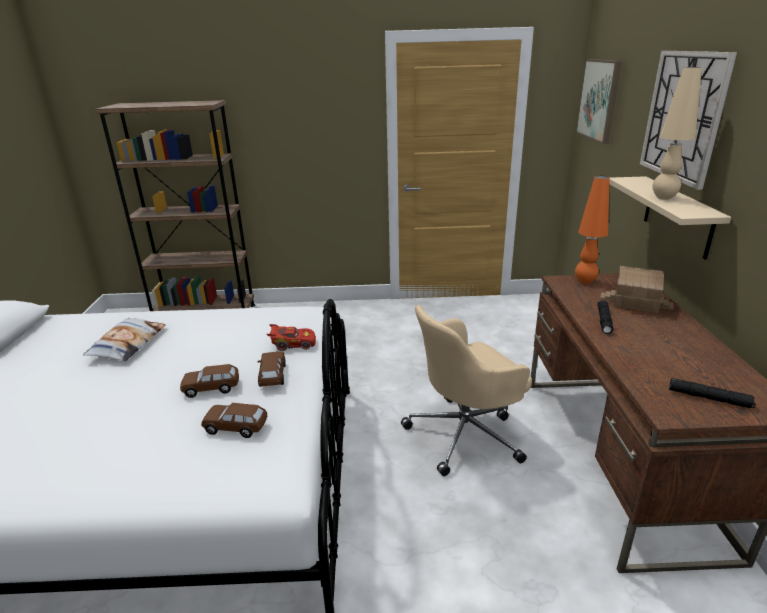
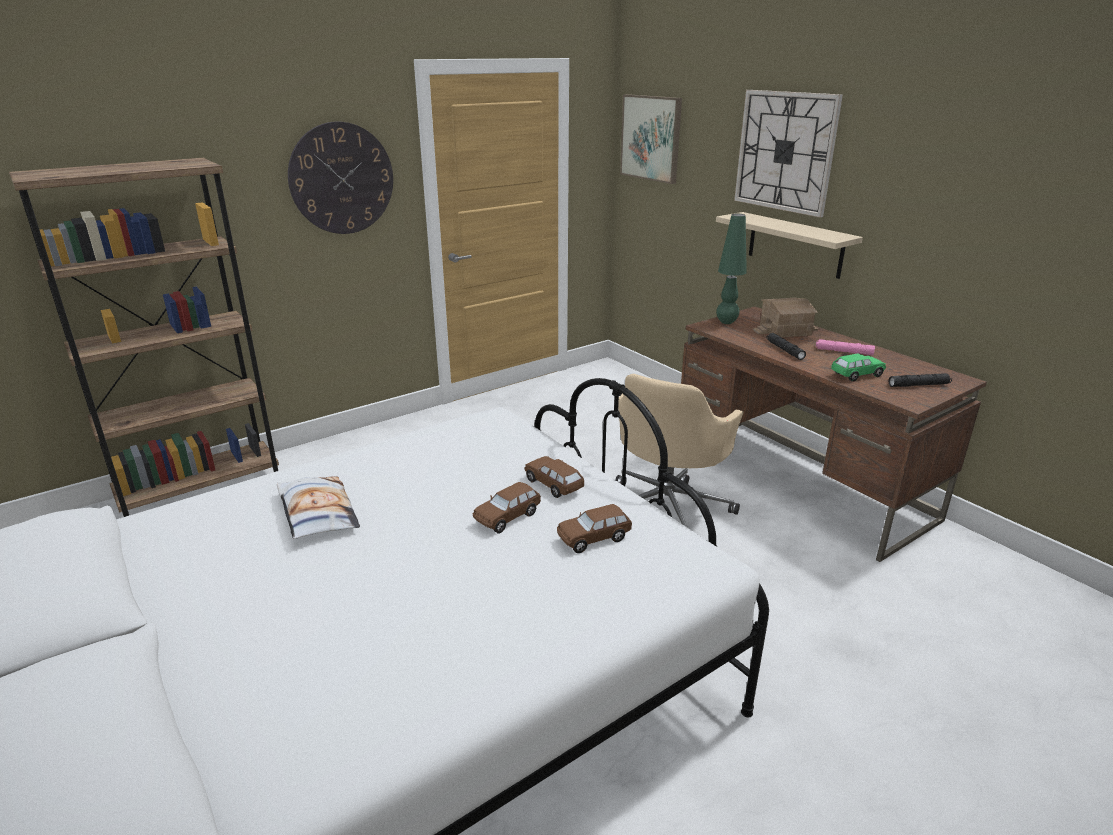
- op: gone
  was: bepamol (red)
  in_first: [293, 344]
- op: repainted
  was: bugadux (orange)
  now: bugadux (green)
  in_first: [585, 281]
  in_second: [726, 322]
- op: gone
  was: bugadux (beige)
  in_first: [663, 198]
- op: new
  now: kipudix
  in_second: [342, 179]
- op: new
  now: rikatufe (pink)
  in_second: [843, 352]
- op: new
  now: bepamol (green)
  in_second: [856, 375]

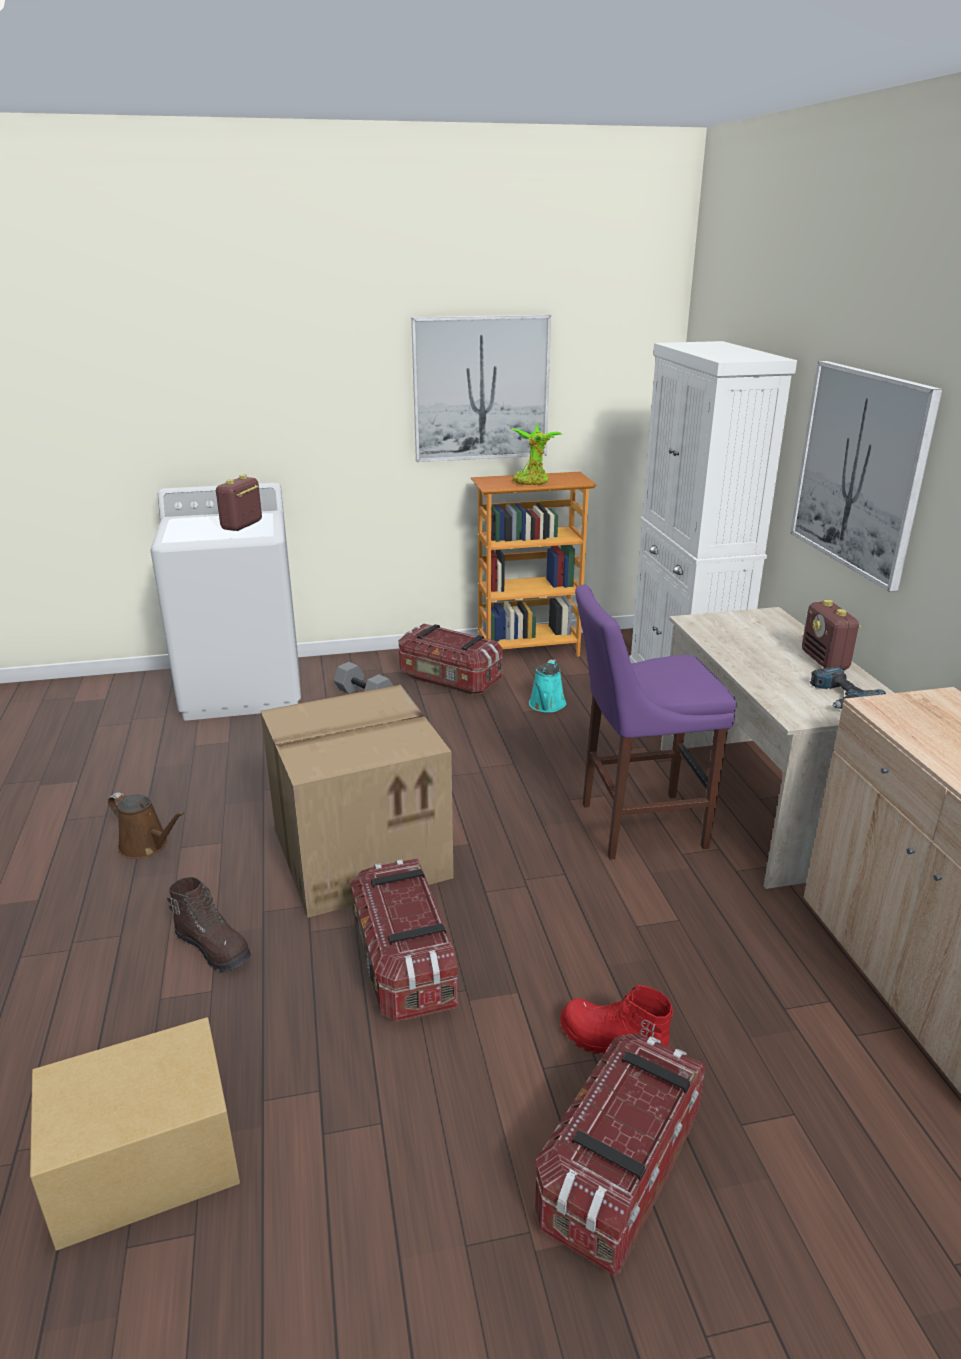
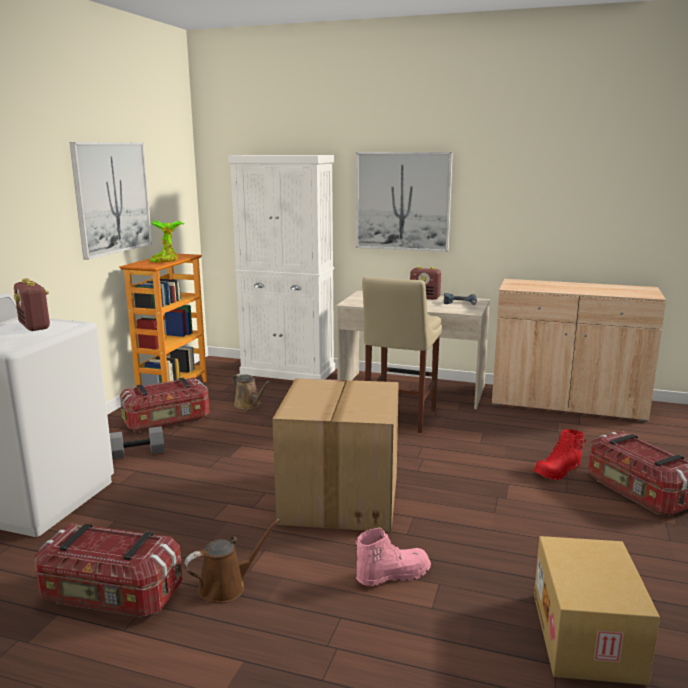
- op: repainted
  was: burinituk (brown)
  now: burinituk (pink)
  in_first: [214, 947]
  in_second: [392, 575]
- op: shifted
  was: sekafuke
  in_first: [404, 964]
  in_second: [111, 596]
- op: repainted
  was: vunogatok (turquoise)
  now: vunogatok (brown)
  in_first: [546, 705]
  in_second: [249, 405]
- op: repainted
  was: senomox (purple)
  now: senomox (beige)
  in_first: [636, 825]
  in_second: [399, 419]

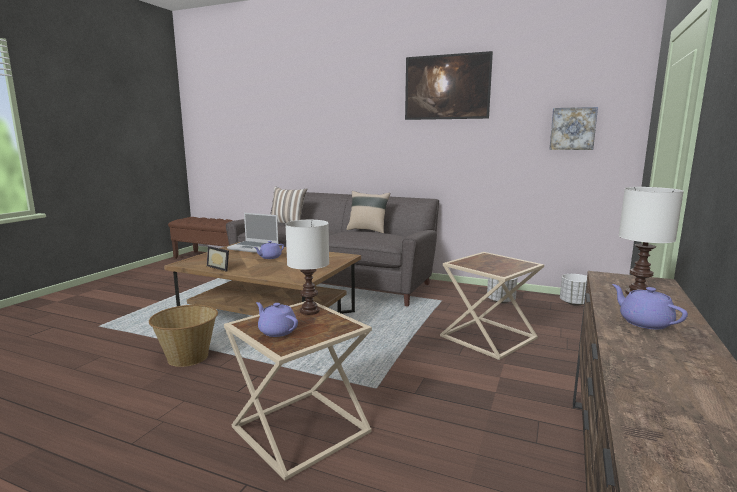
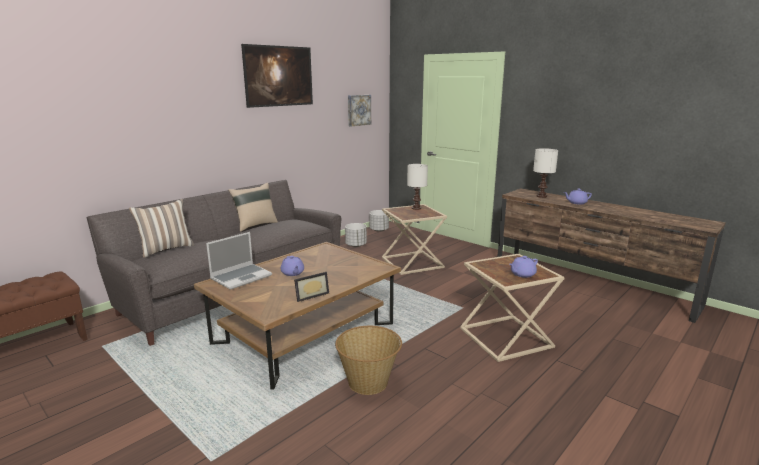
- op: shifted
  was: bugadux (white)
  in_first: [310, 311]
  in_second: [416, 208]

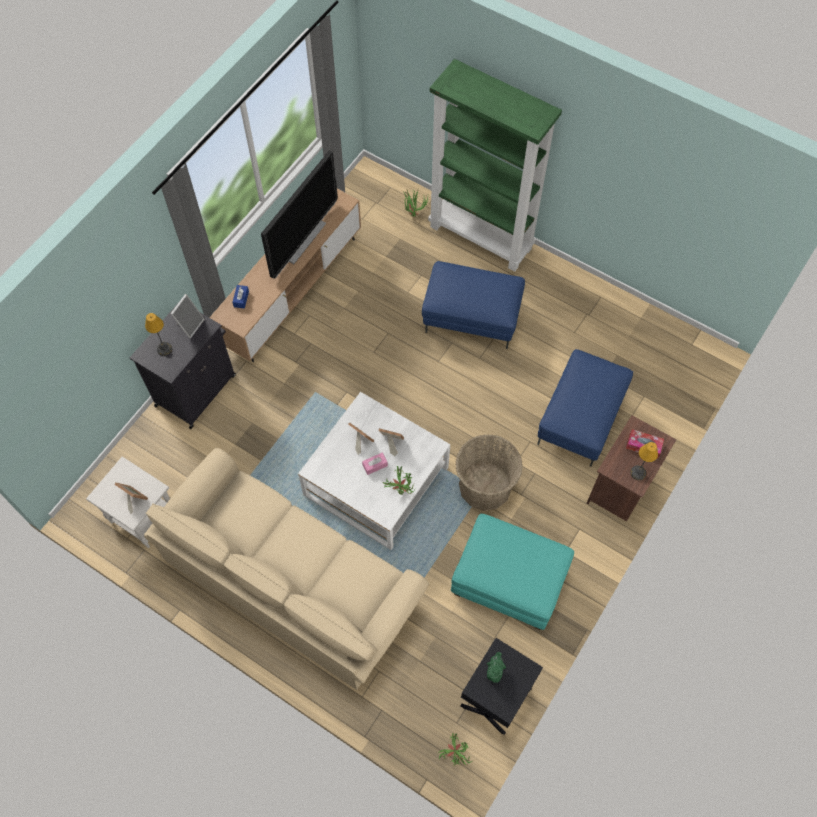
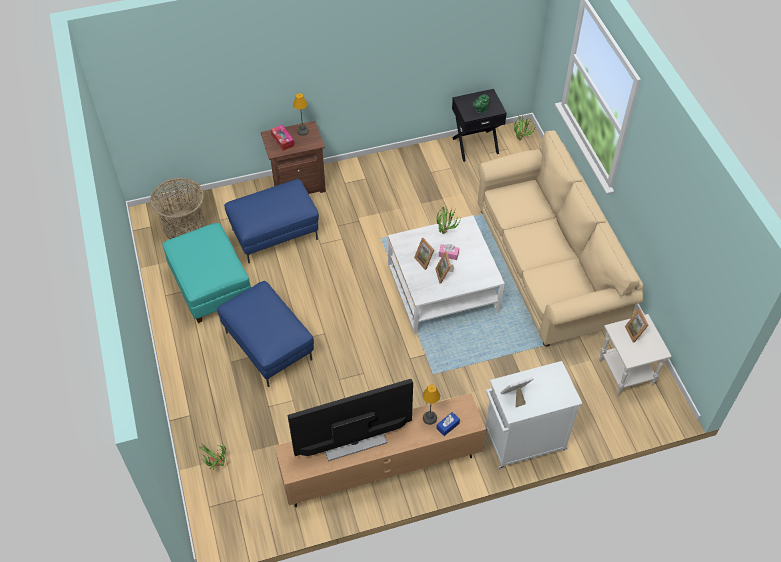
- op: repainted
  was: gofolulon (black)
  now: gofolulon (white)
  in_first: [196, 389]
  in_second: [522, 441]
- op: shifted
  was: bugadux
  in_first: [164, 349]
  in_second: [429, 418]
- op: gone
  was: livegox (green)
  in_first: [482, 237]
- op: shifted
  was: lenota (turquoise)
  in_first: [508, 582]
  in_second: [211, 286]
- op: shifted
  was: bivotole
  in_first: [485, 486]
  in_second: [184, 226]

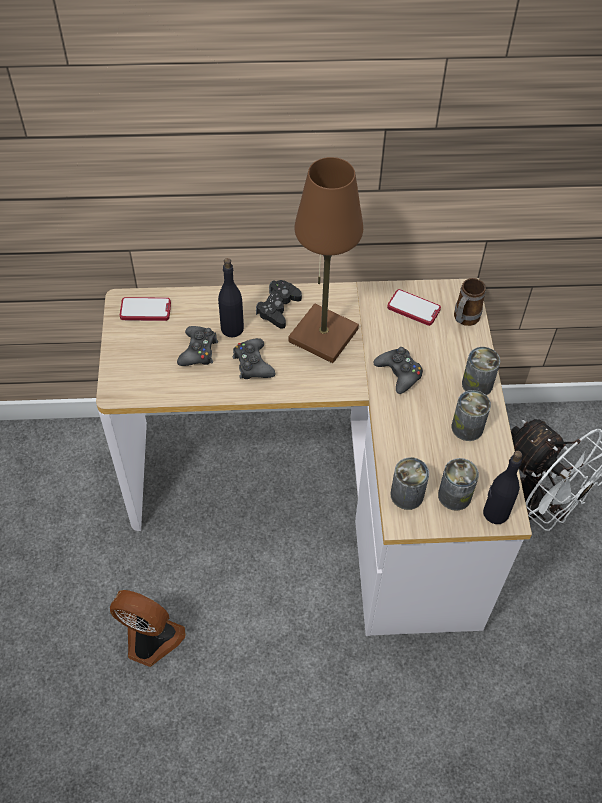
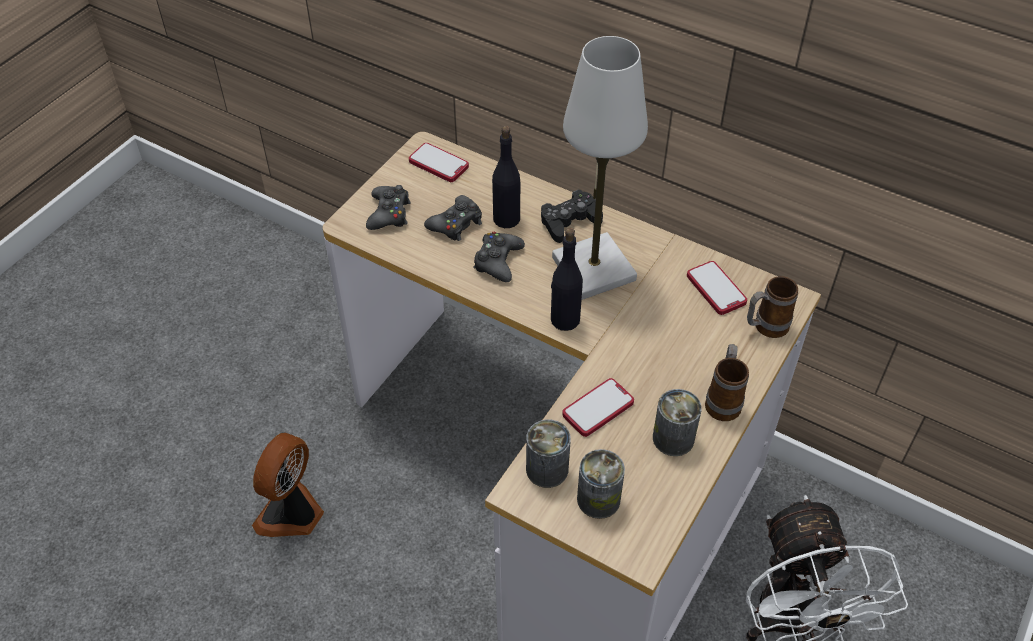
- op: rotated
  was: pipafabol
  in_first: [150, 640]
  in_second: [292, 513]
  clockwise: -120
- op: repainted
  was: bugadux (brown)
  now: bugadux (white)
  in_first: [323, 335]
  in_second: [593, 269]
- op: shifted
  was: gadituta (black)
  in_first: [399, 373]
  in_second: [389, 213]
- op: swapped
  was: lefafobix
  now: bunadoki
  in_first: [477, 384]
  in_second: [723, 400]
- op: shifted
  was: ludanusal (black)
  in_first: [495, 513]
  in_second: [564, 319]
- op: new
  now: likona
  in_second: [598, 408]

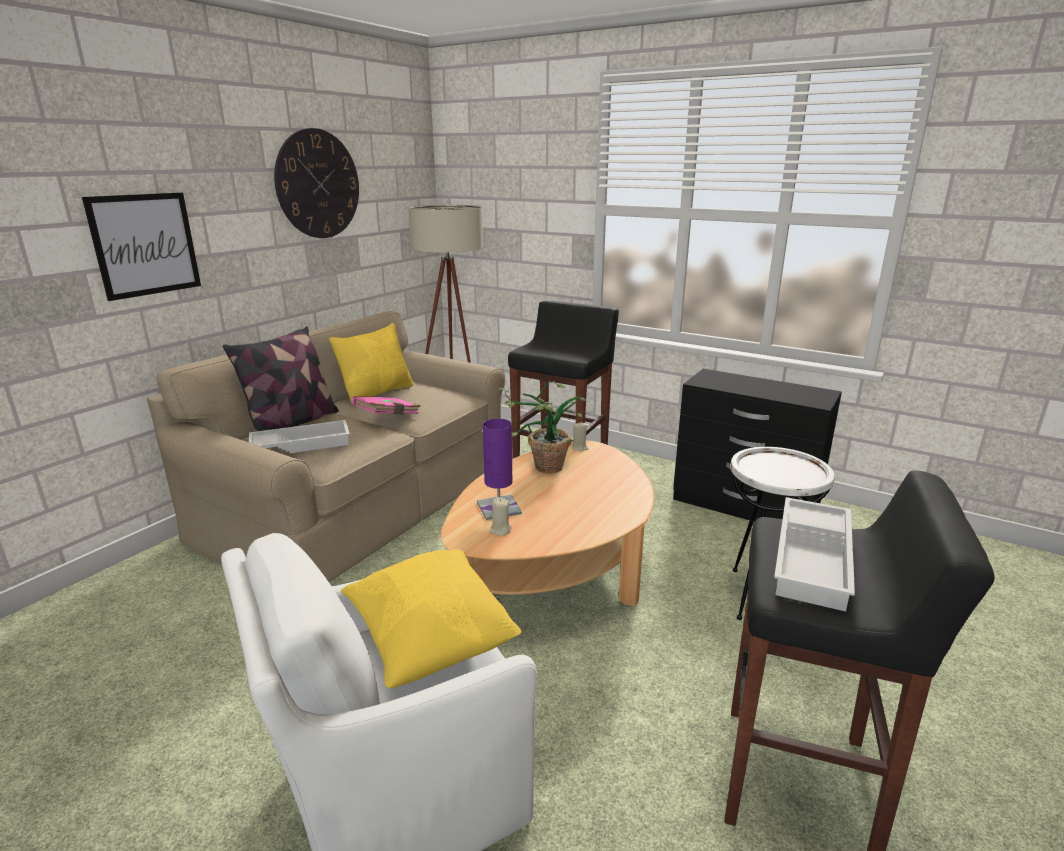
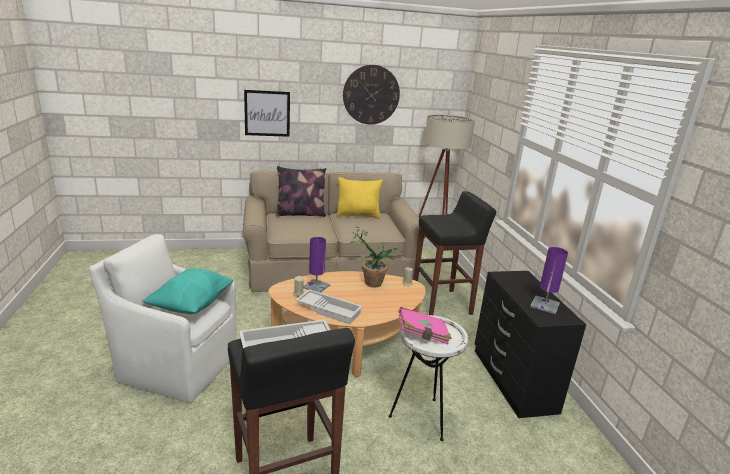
- op: shifted
  was: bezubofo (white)
  in_first: [302, 444]
  in_second: [329, 310]
- op: repainted
  was: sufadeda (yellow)
  now: sufadeda (turquoise)
  in_first: [430, 641]
  in_second: [191, 305]
- op: shifted
  was: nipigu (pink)
  in_first: [388, 417]
  in_second: [423, 335]
- op: new
  now: bugadux (purple)
  in_second: [544, 305]

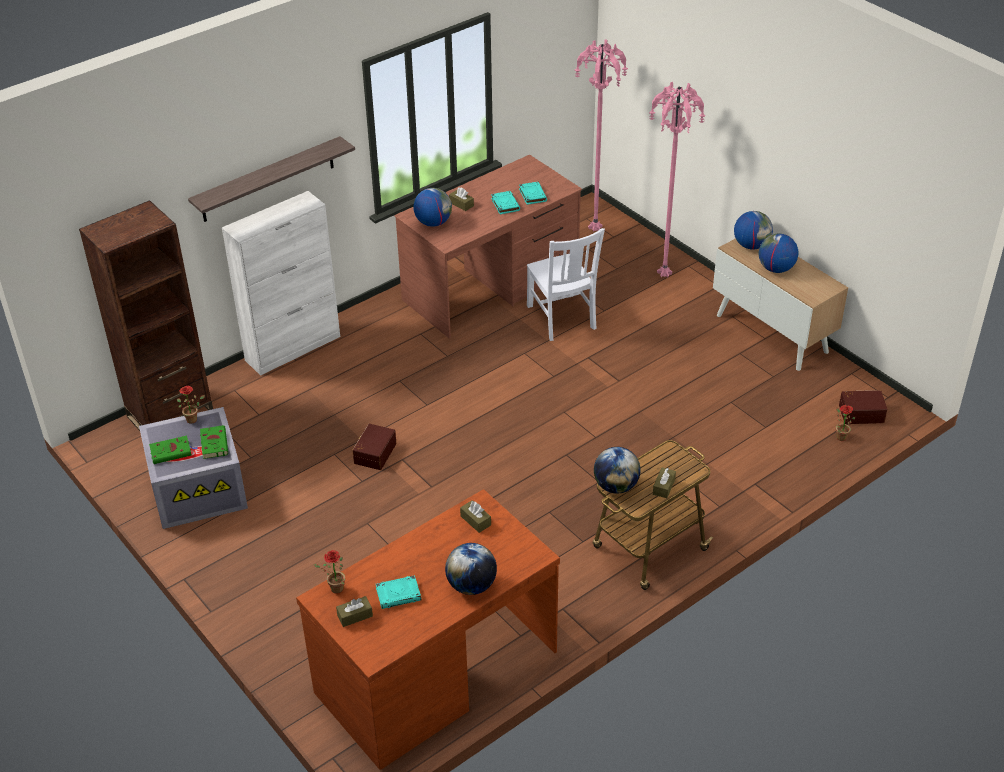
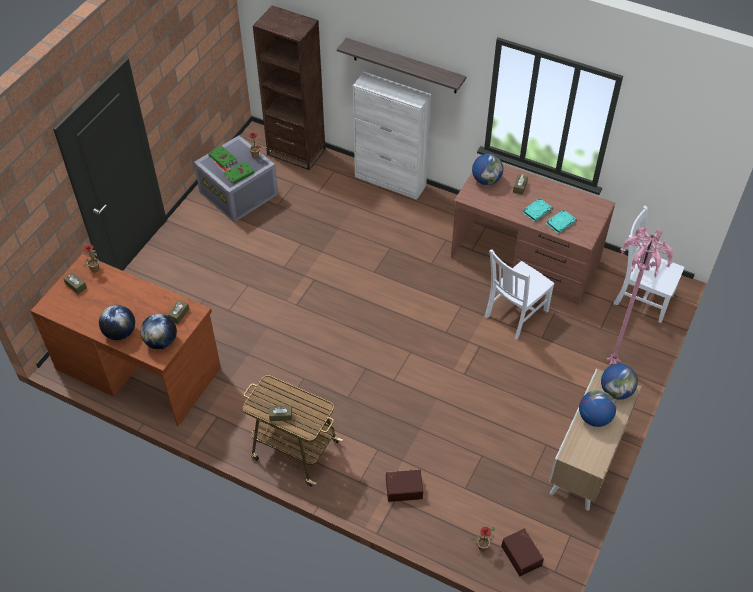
- op: shifted
  was: sekafuke (brown)
  in_first: [374, 453]
  in_second: [403, 488]
- op: gone
  was: nipigu (turquoise)
  in_first: [399, 594]
- op: swapped
  was: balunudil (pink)
  now: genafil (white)
  in_first: [595, 229]
  in_second: [641, 298]
- op: shifted
  was: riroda
  in_first: [616, 486]
  in_second: [161, 341]

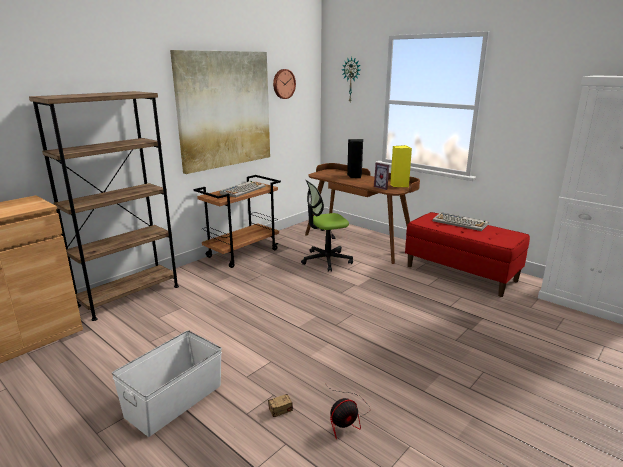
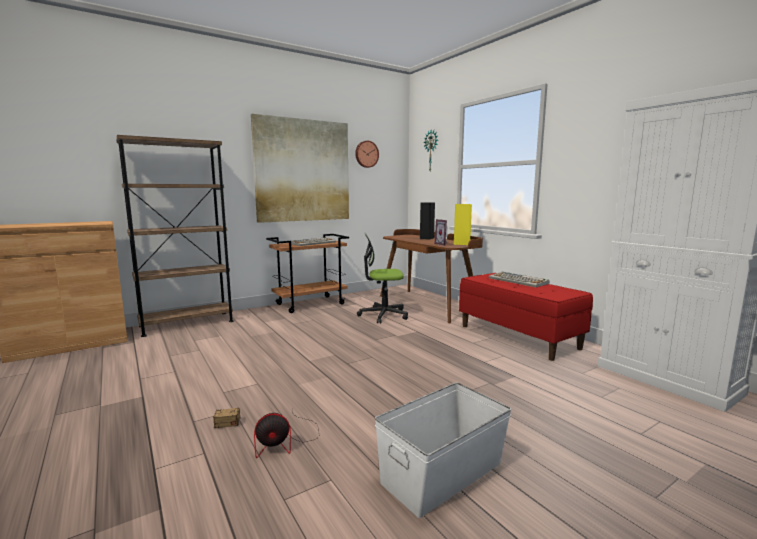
- op: shifted
  was: sekafuke (white)
  in_first: [173, 400]
  in_second: [441, 472]

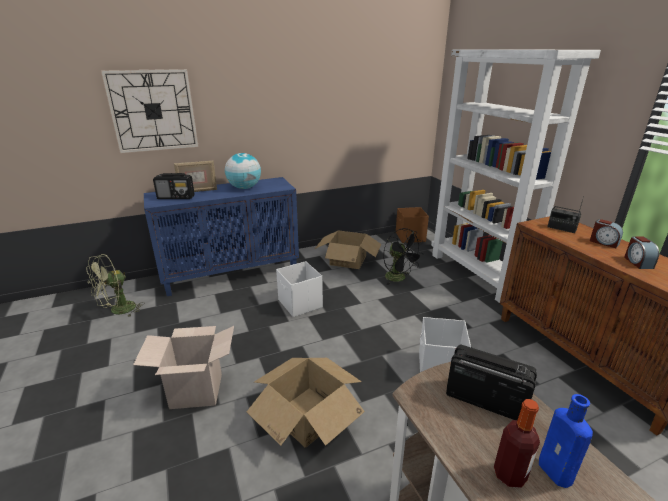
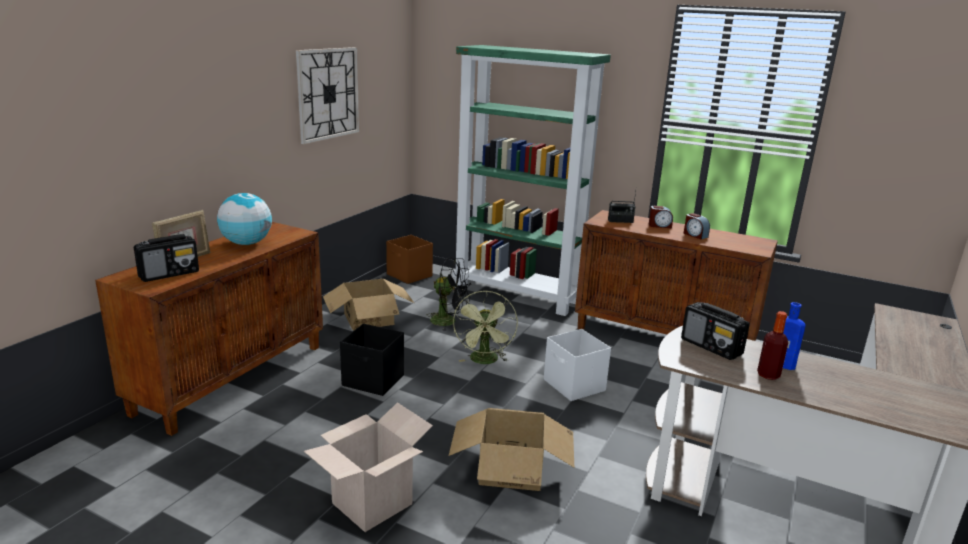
- op: shifted
  was: pipafabol (green)
  in_first: [118, 311]
  in_second: [484, 361]
- op: shifted
  was: kipudix
  in_first: [153, 111]
  in_second: [328, 94]
- op: repainted
  was: gofolulon (blue)
  now: gofolulon (brown)
  in_first: [232, 273]
  in_second: [232, 377]
- op: repainted
  was: sekafuke (white)
  now: sekafuke (black)
  in_first: [300, 304]
  in_second: [373, 381]
- op: repainted
  was: livegox (white)
  now: livegox (green)
  in_first: [478, 274]
  in_second: [518, 295]
- op: rotated
  was: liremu
  in_first: [484, 399]
  in_second: [711, 347]
  clockwise: -120

